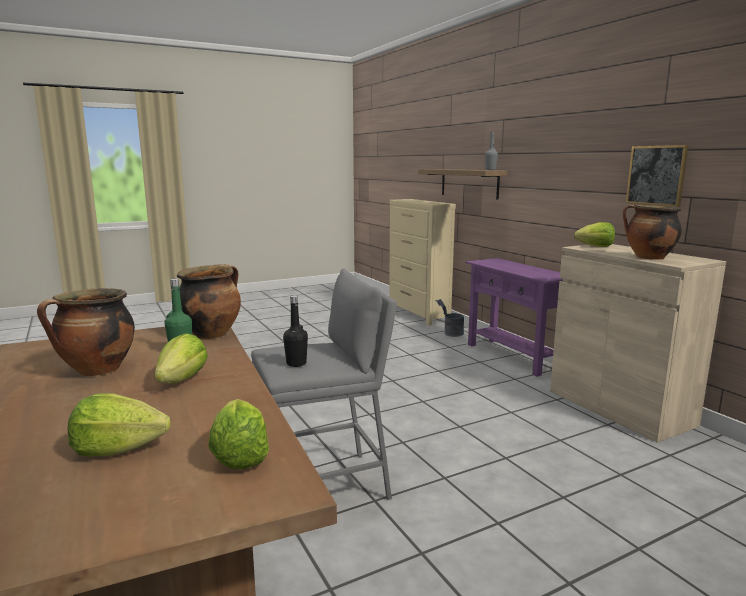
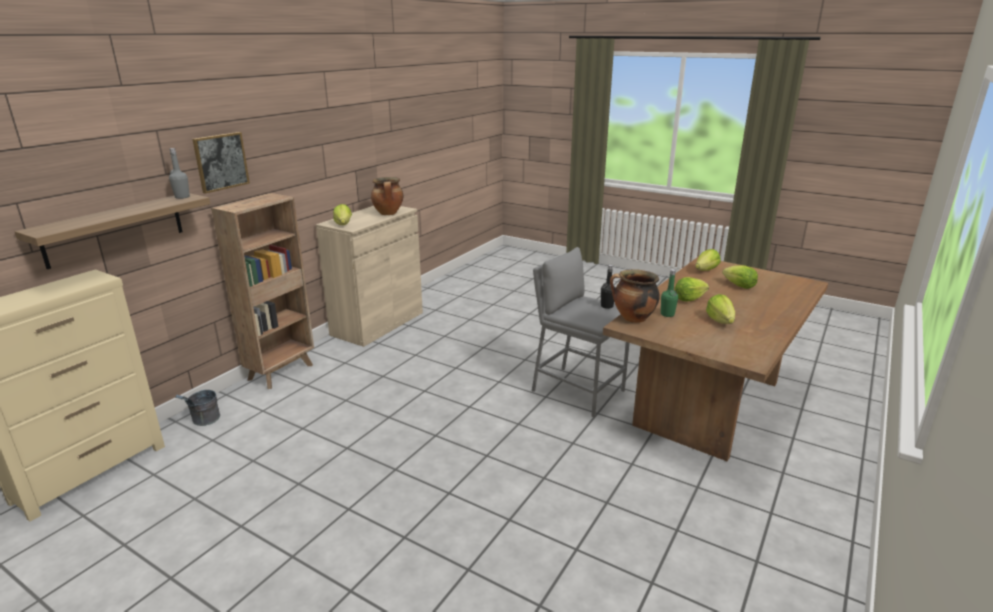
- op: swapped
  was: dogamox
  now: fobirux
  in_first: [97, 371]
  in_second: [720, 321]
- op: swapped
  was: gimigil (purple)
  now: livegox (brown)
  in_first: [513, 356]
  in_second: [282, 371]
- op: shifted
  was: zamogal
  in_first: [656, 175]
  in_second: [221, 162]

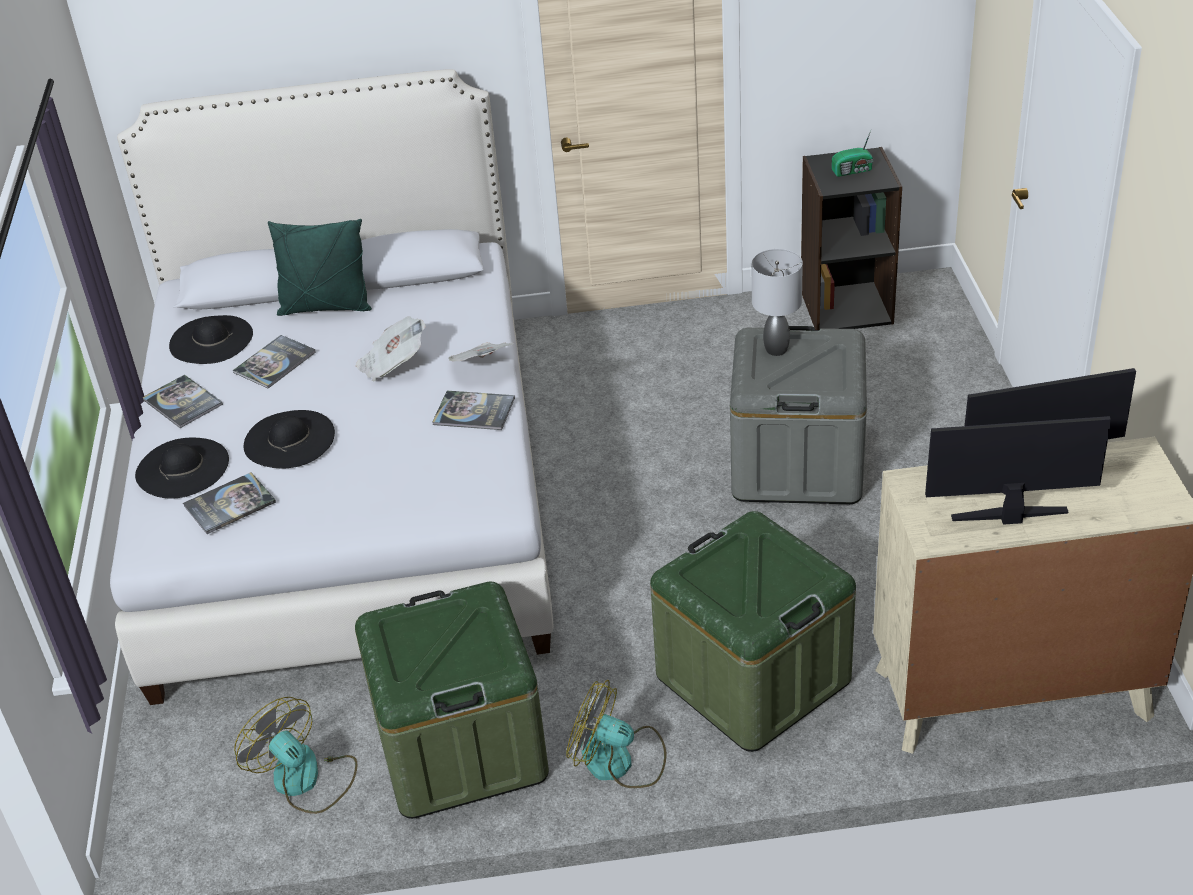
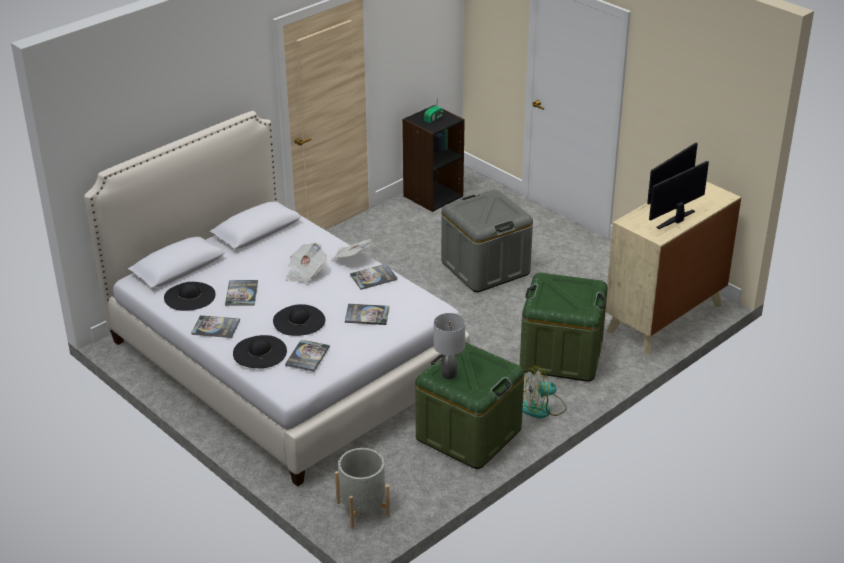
- op: gone
  was: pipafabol
  in_first: [305, 780]
- op: gone
  was: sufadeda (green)
  in_first: [326, 307]
- op: shifted
  was: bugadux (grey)
  in_first: [776, 349]
  in_second: [448, 375]
- op: new
  now: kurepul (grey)
  in_second: [363, 509]
- op: new
  now: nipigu
  in_second: [367, 315]

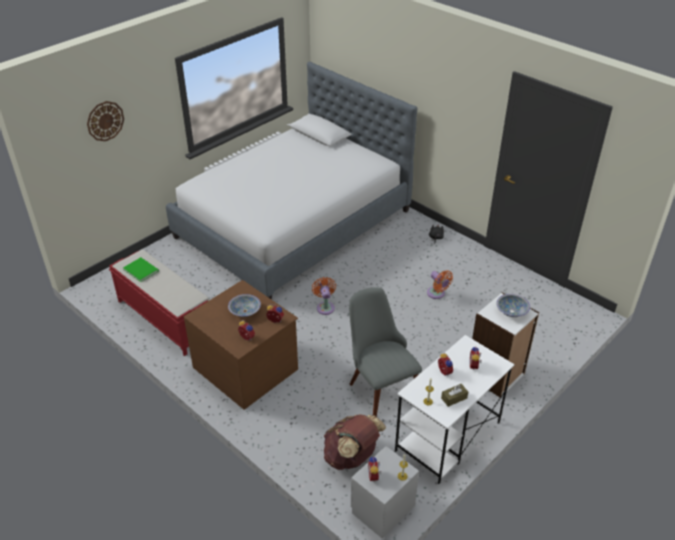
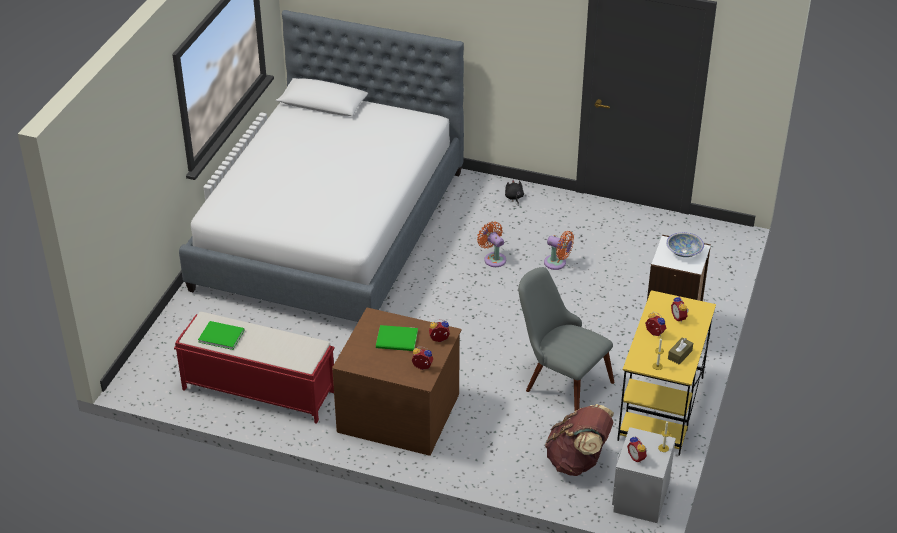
- op: gone
  was: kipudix
  in_first: [105, 121]
- op: swapped
  was: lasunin
  now: nipigu (green)
  in_first: [245, 311]
  in_second: [398, 340]
- op: shifted
  was: pipafabol (orange)
  in_first: [325, 307]
  in_second: [493, 258]
- op: repainted
  was: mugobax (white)
  now: mugobax (yellow)
  in_first: [447, 437]
  in_second: [661, 408]

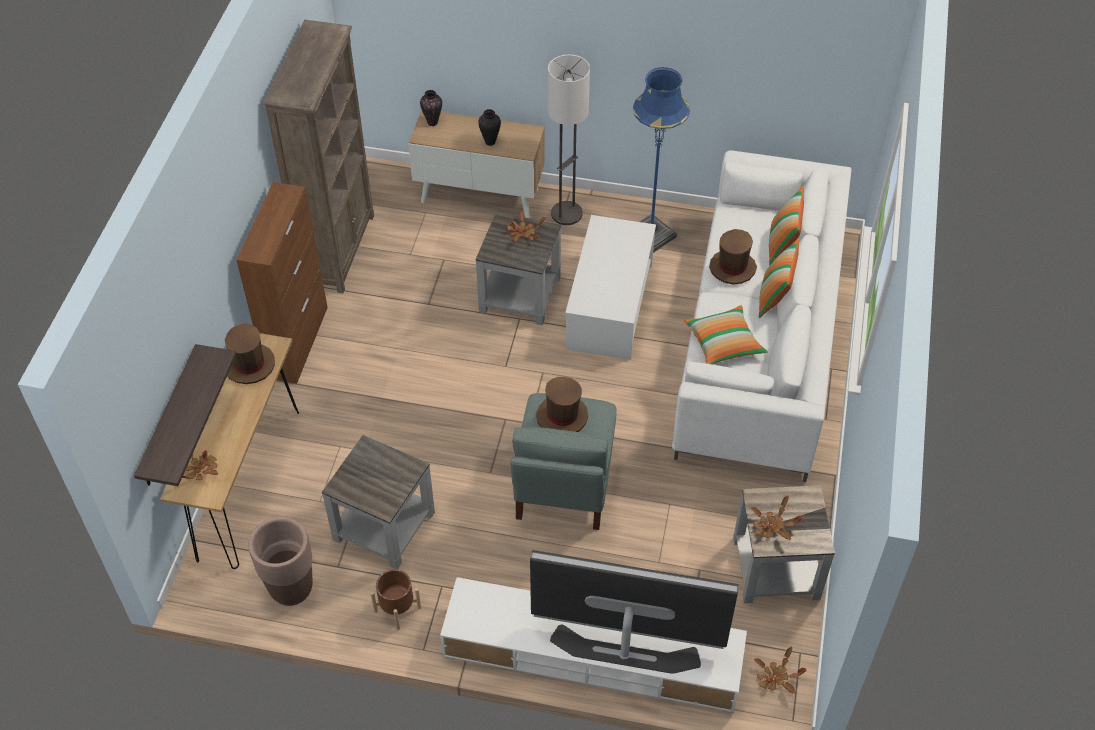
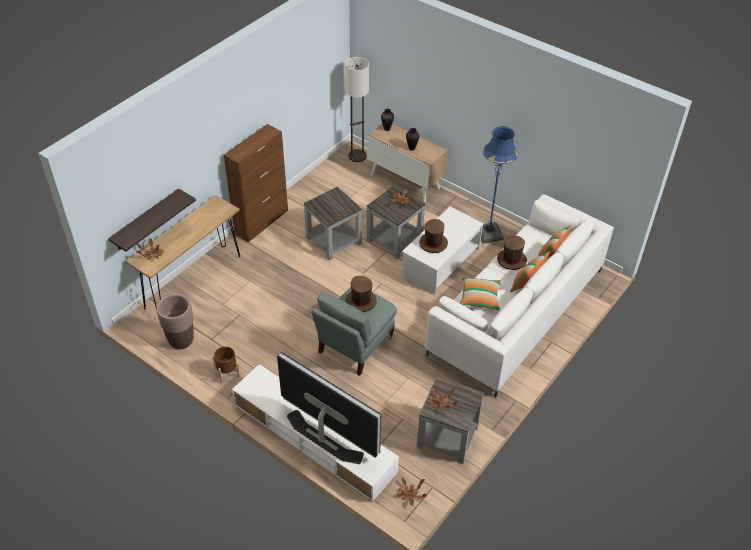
- op: shifted
  was: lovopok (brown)
  in_first: [249, 365]
  in_second: [433, 243]
- op: gone
  was: livegox (brown)
  in_first: [339, 249]
- op: shifted
  was: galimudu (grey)
  in_first: [382, 526]
  in_second: [332, 240]
- op: shifted
  was: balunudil
  in_first: [566, 214]
  in_second: [357, 156]

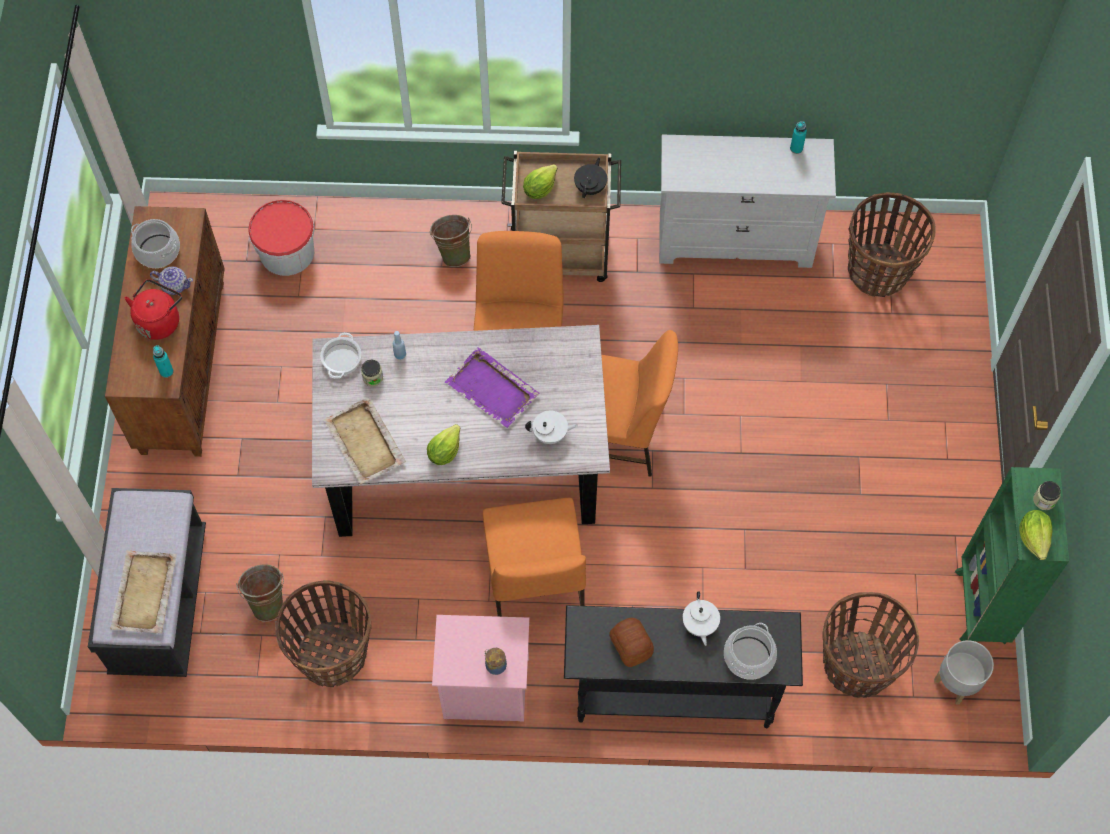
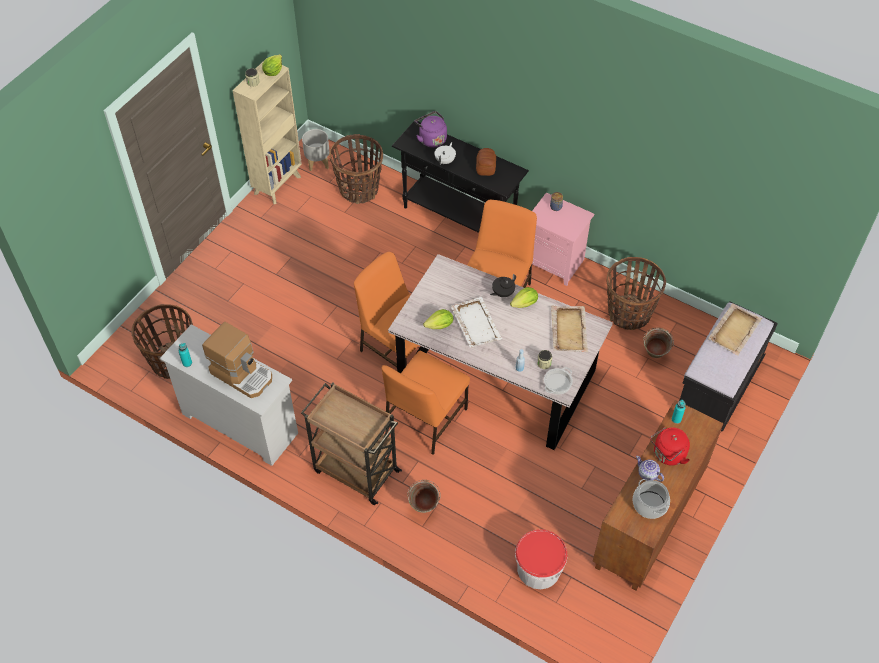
- op: repainted
  was: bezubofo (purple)
  now: bezubofo (white)
  in_first: [492, 390]
  in_second: [475, 323]
- op: shifted
  was: fobirux
  in_first: [539, 189]
  in_second: [440, 326]
- op: gone
  was: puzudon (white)
  in_first: [550, 434]
- op: shifted
  was: puzudon (black)
  in_first: [590, 187]
  in_second: [502, 293]
- op: swapped
  was: dogamox
  now: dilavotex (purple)
  in_first: [749, 657]
  in_second: [431, 139]
- op: repainted
  was: livegox (green)
  now: livegox (beige)
  in_first: [980, 608]
  in_second: [278, 184]
- op: new
  now: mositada
  in_second: [242, 374]

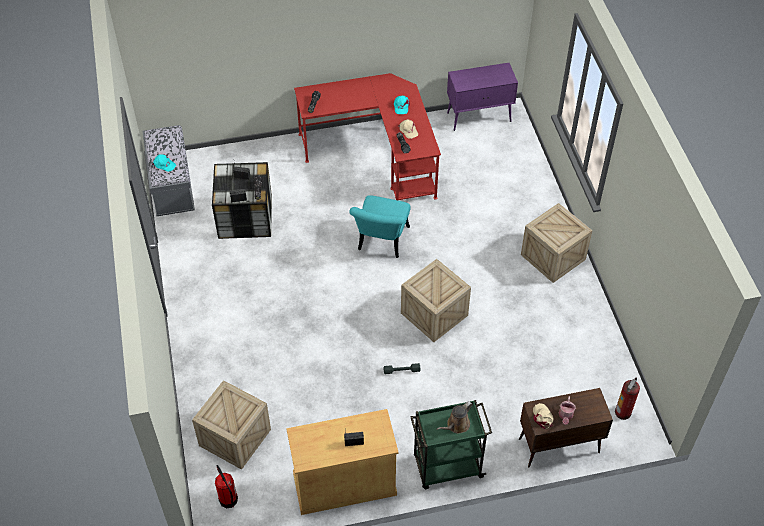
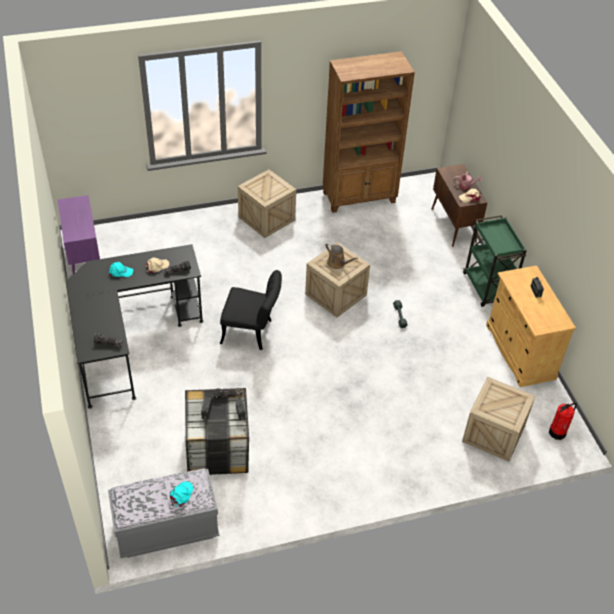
- op: repainted
  was: mugobax (red)
  now: mugobax (black)
  in_first: [376, 154]
  in_second: [128, 338]
- op: repainted
  was: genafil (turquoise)
  now: genafil (black)
  in_first: [381, 243]
  in_second: [252, 332]
- op: shifted
  was: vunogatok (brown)
  in_first: [456, 425]
  in_second: [337, 263]
- op: gone
  was: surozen
  in_first: [623, 412]
- op: new
  now: livegox (brown)
  in_second: [360, 197]

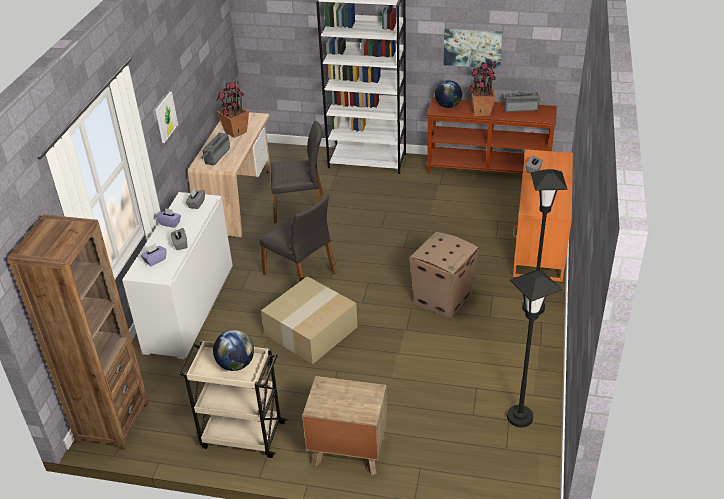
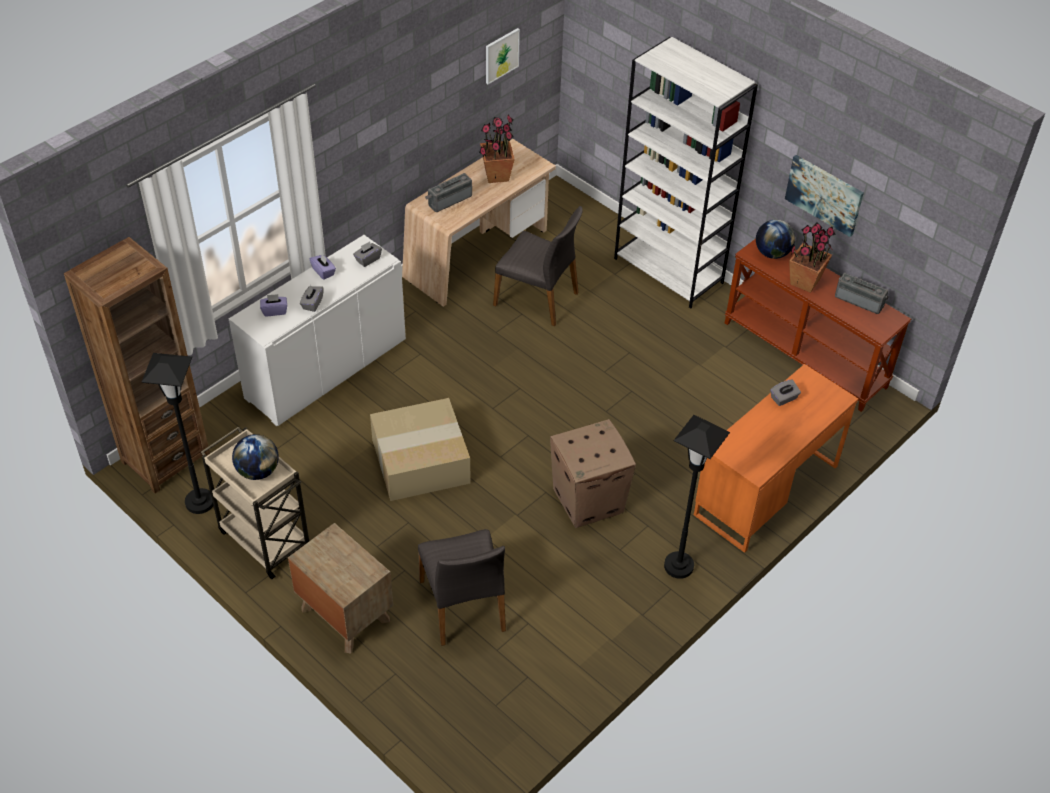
- op: shifted
  was: zamogal
  in_first: [165, 117]
  in_second: [501, 55]
- op: shifted
  was: genafil (grey)
  in_first: [301, 273]
  in_second: [464, 606]
- op: shifted
  was: balunudil (black)
  in_first: [520, 417]
  in_second: [200, 502]

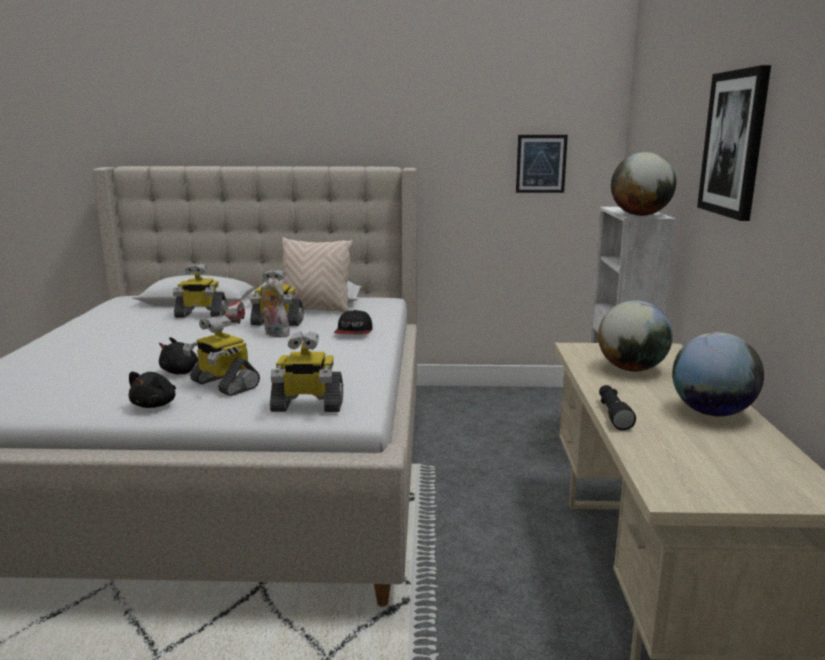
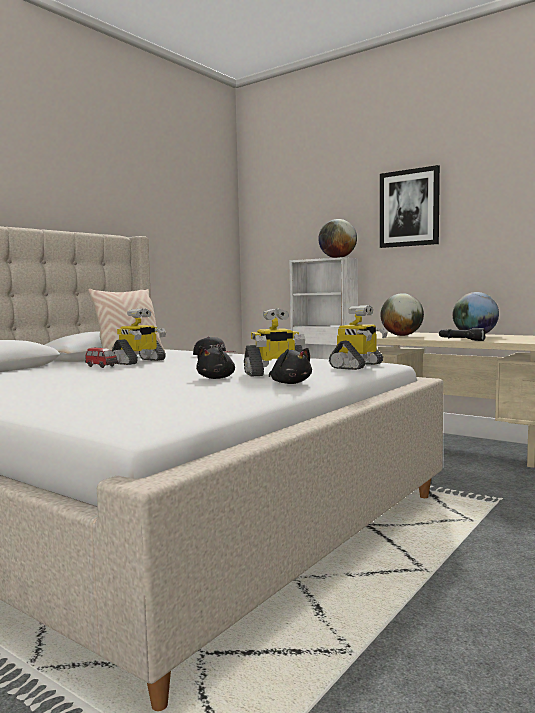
- op: gone
  was: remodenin
  in_first: [200, 315]
- op: gone
  was: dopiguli
  in_first: [274, 334]
- op: gone
  was: zamogal
  in_first: [541, 164]

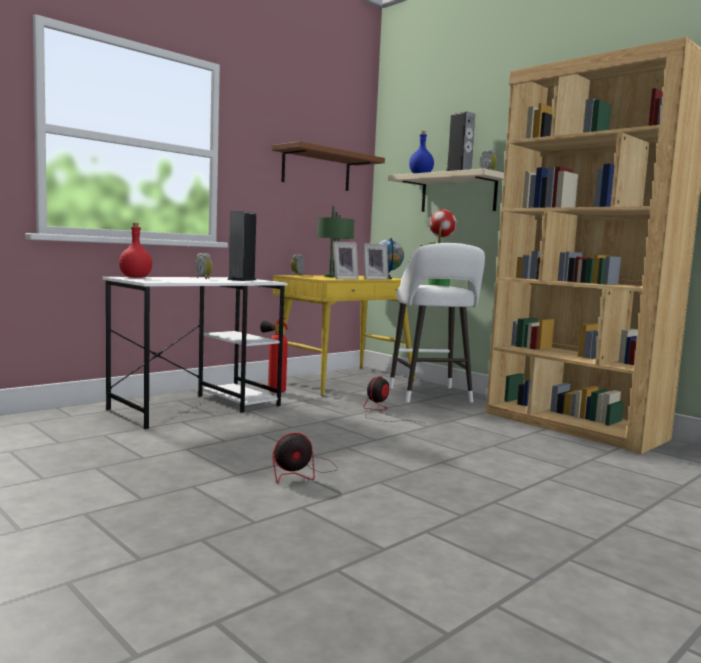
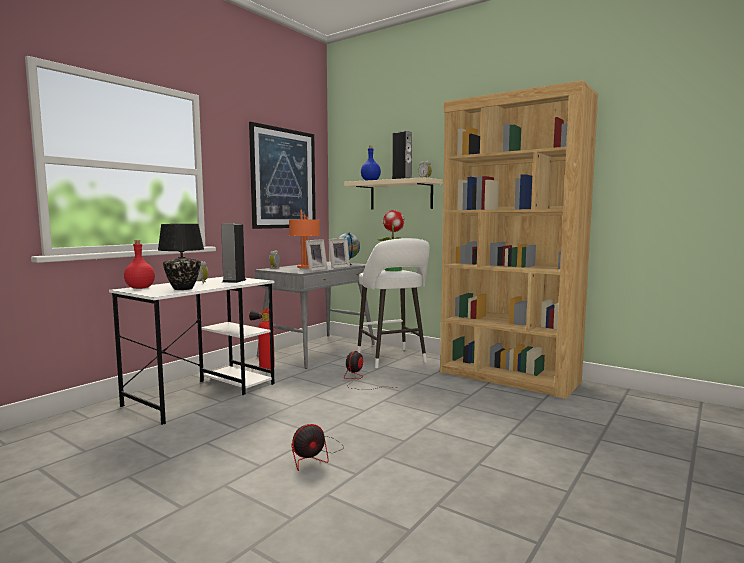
- op: swapped
  was: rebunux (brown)
  now: zamogal
  in_first: [316, 170]
  in_second: [283, 178]
- op: repainted
  was: mugobax (yellow)
  now: mugobax (grey)
  in_first: [344, 380]
  in_second: [318, 350]
- op: repainted
  was: bugadux (green)
  now: bugadux (orange)
  in_first: [334, 277]
  in_second: [305, 267]
- op: new
  now: bugadux (black)
  in_second: [183, 288]

